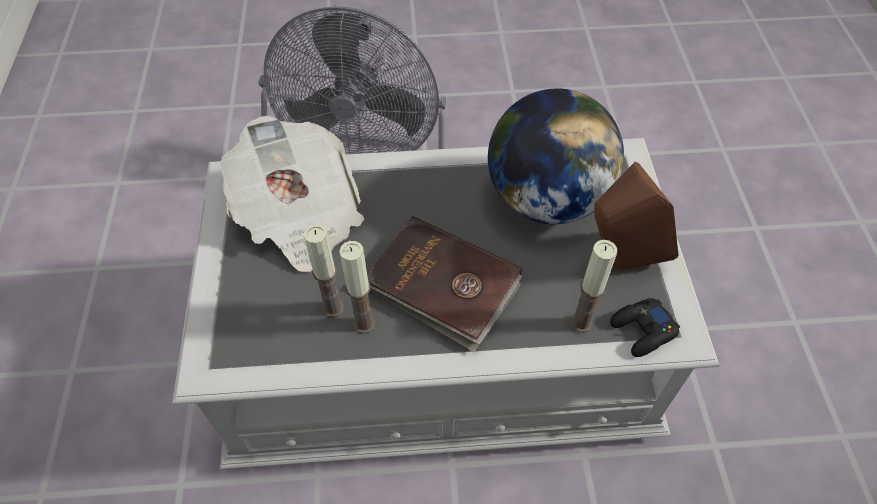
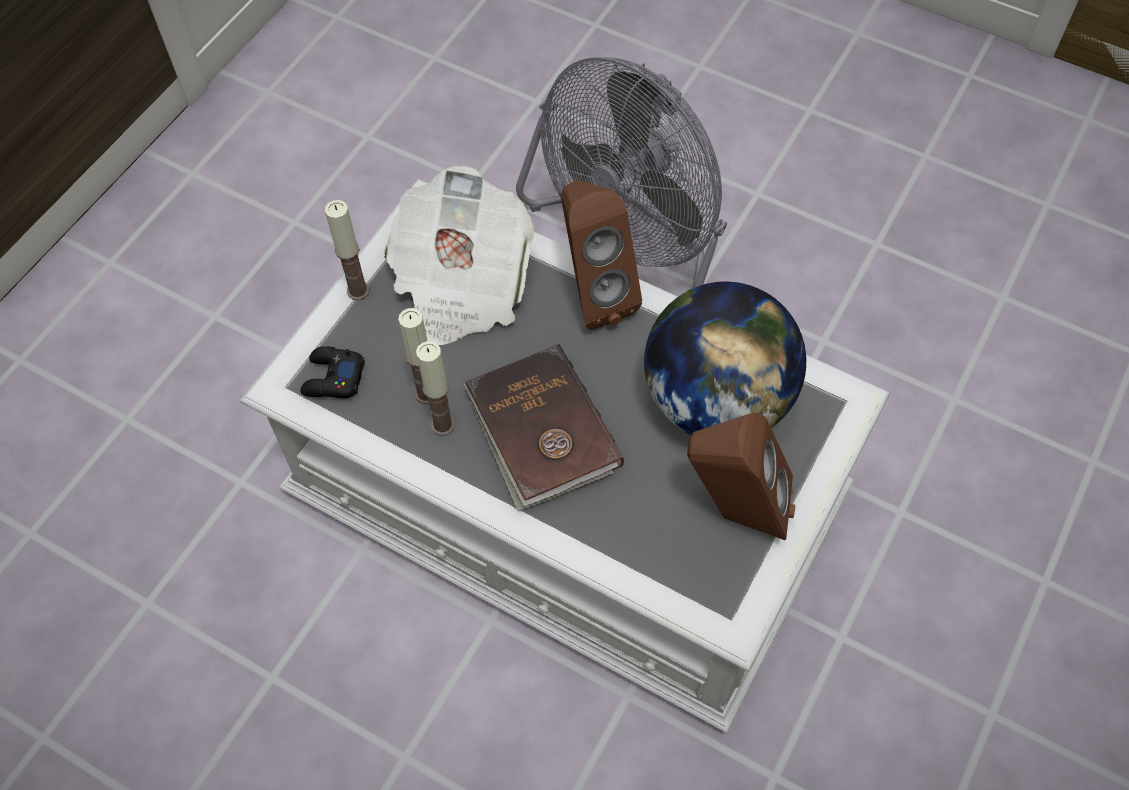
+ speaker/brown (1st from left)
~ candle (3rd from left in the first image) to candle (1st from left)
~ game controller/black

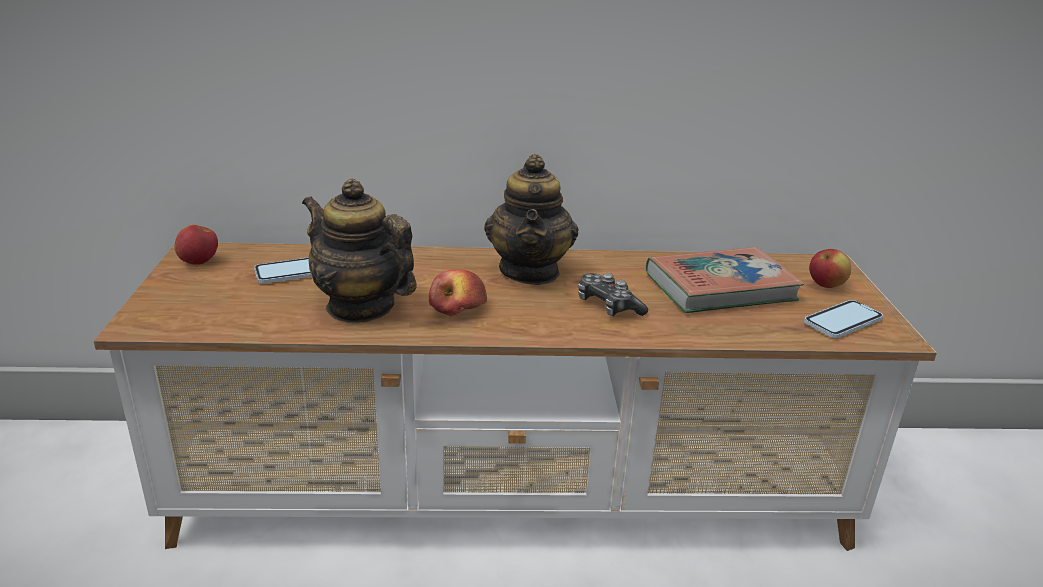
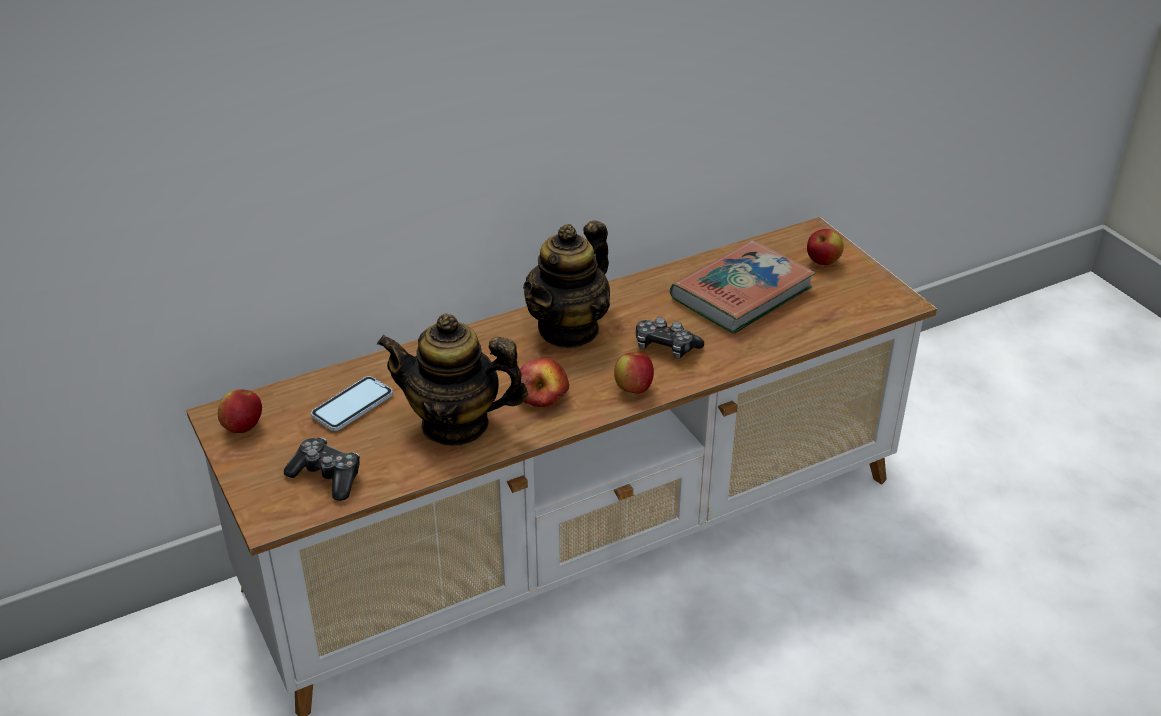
- phone (2nd from left)
+ game controller (1st from left)
+ apple (3rd from left)
~ teapot (2nd from left) 60 degrees clockwise

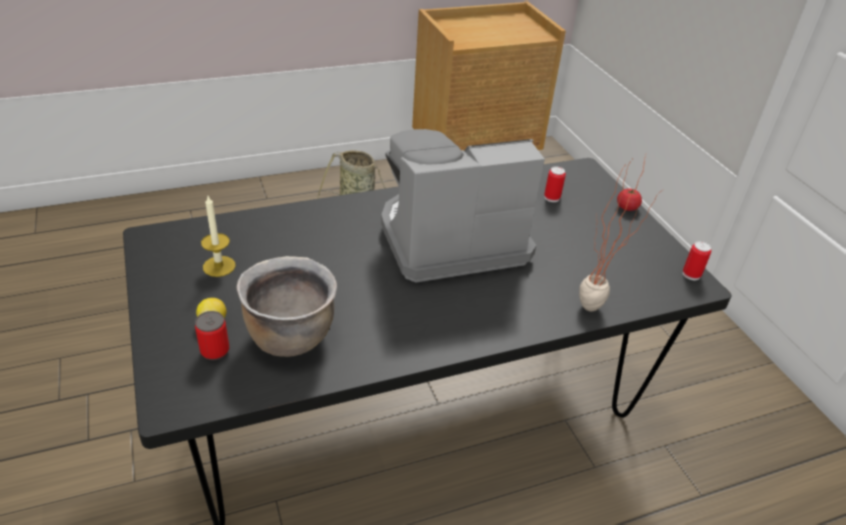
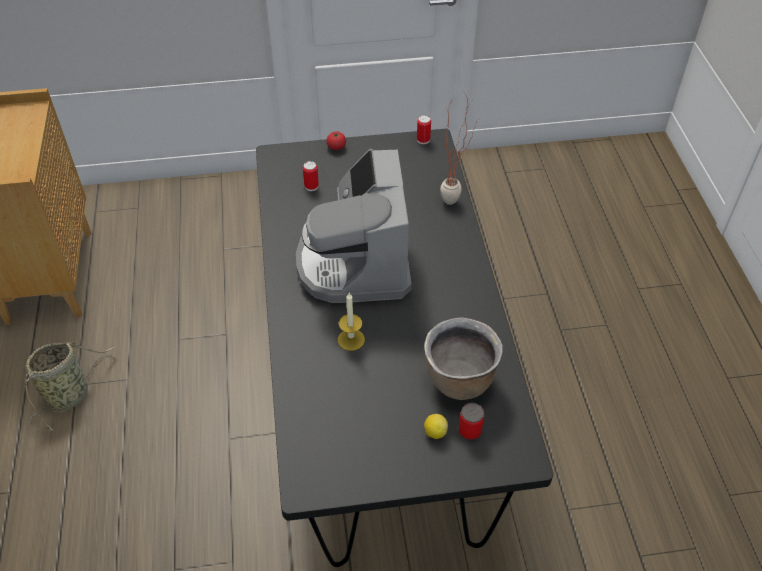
~ candle

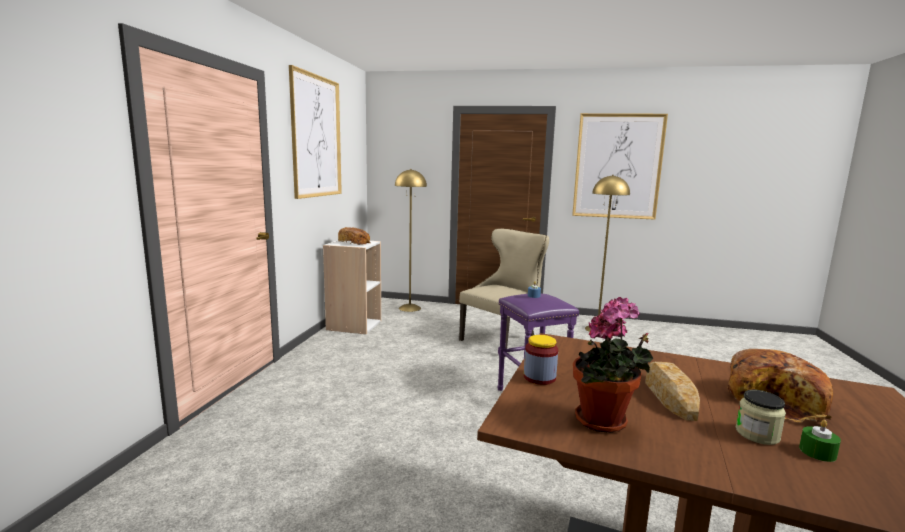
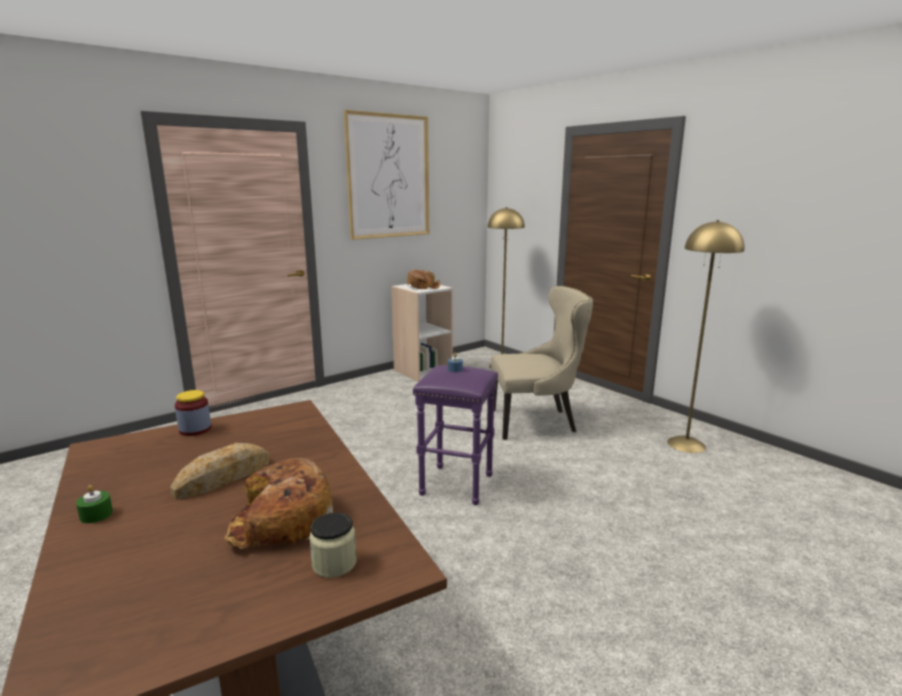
- picture (2nd from left)
- potted plant
~ jar (2nd from left)
~ candle/green

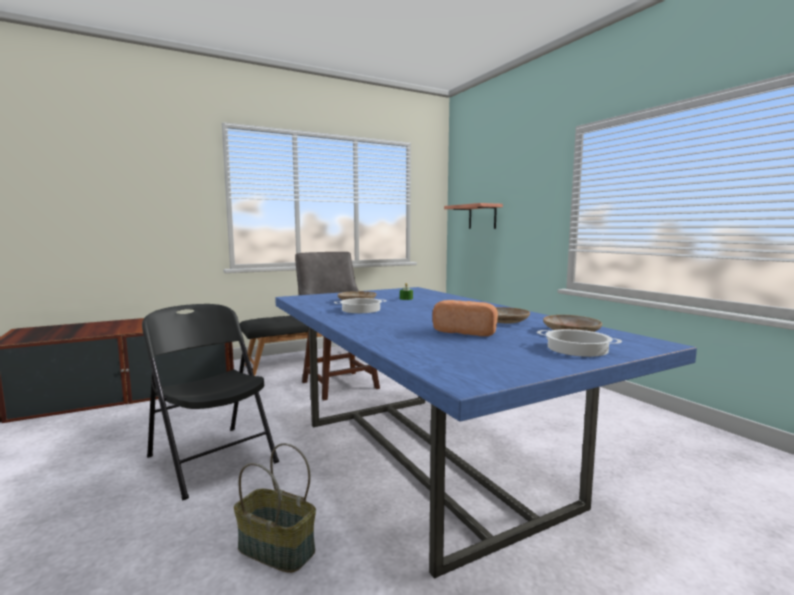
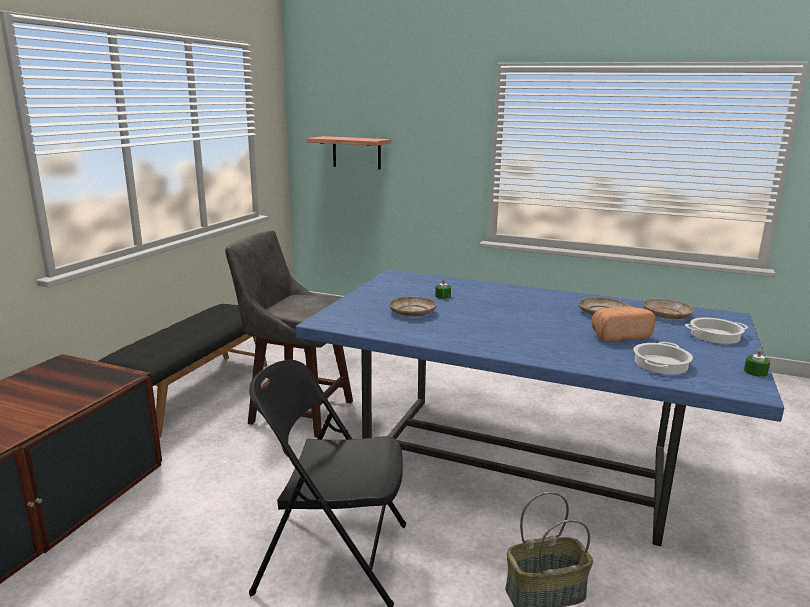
+ candle/green (2nd from left)
~ cooking pot (1st from left)

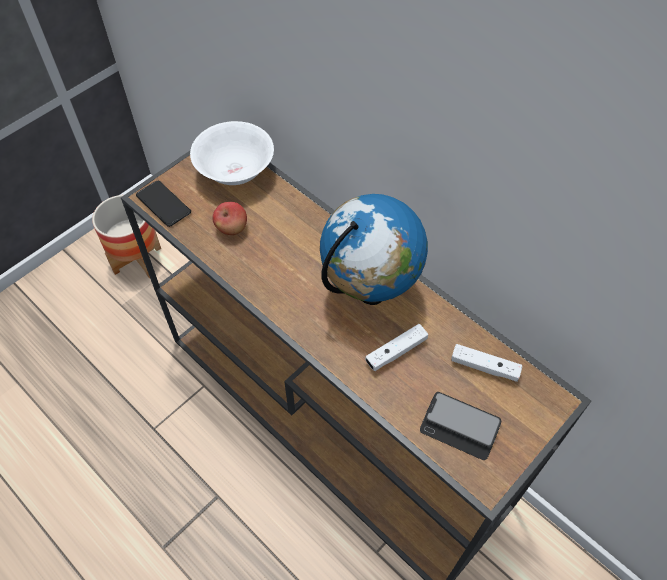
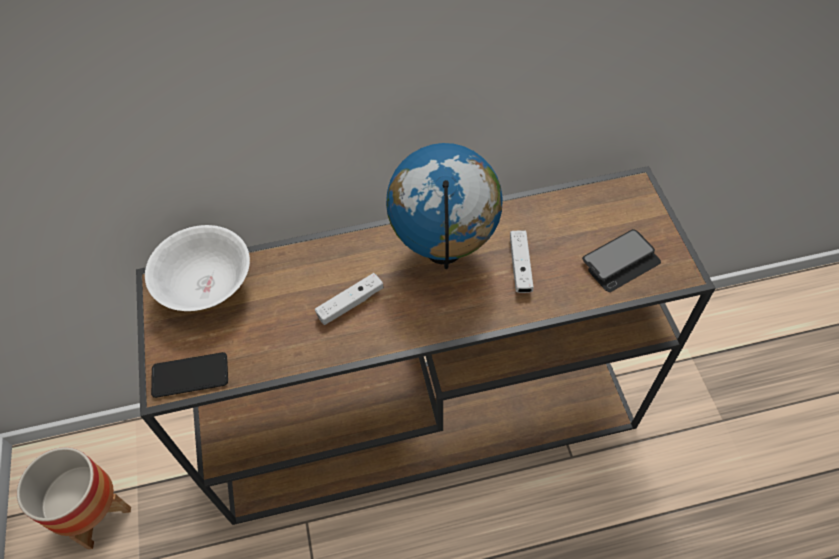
- apple
~ game controller/white (2nd from left in the first image) to game controller/white (1st from left)

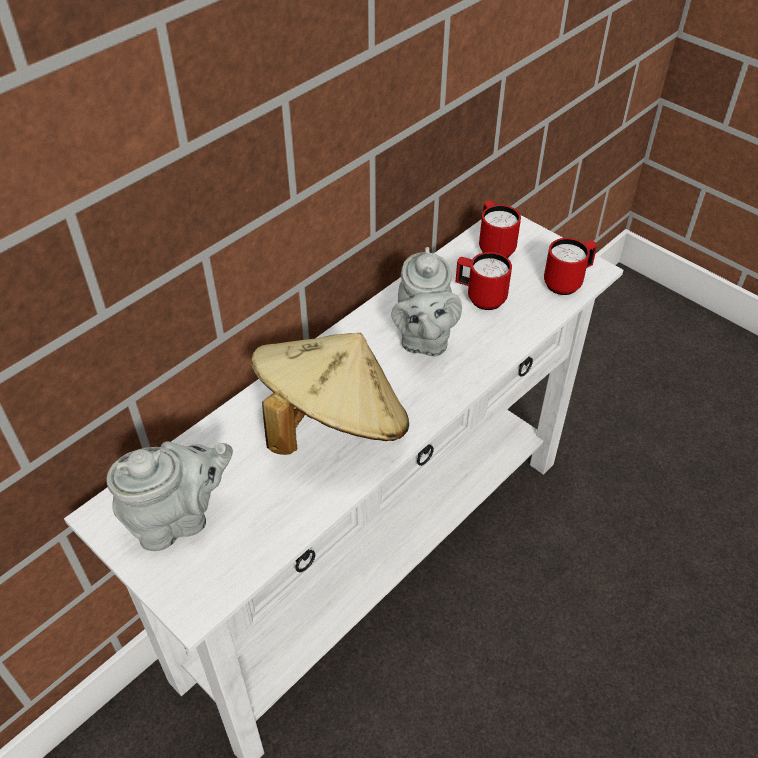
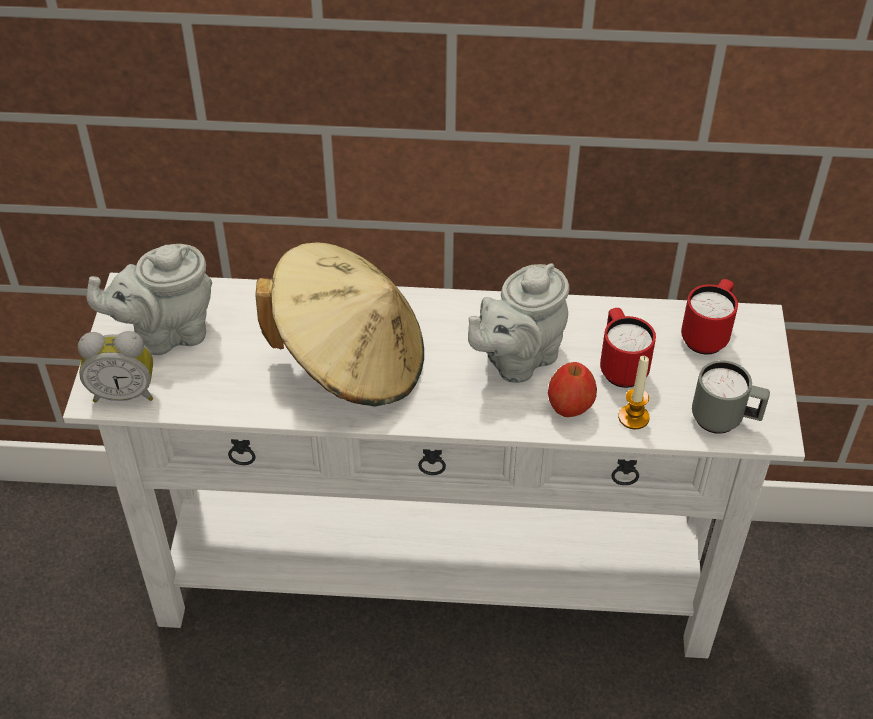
+ alarm clock
+ apple
+ candle
~ mug/red (3rd from left) to mug/grey
~ teapot/grey (1st from left) 135 degrees clockwise

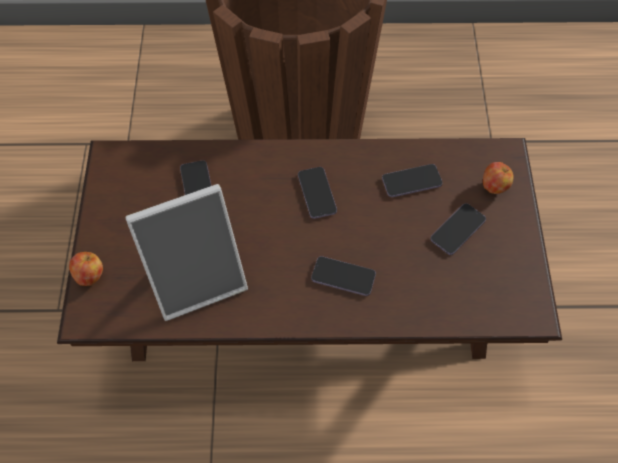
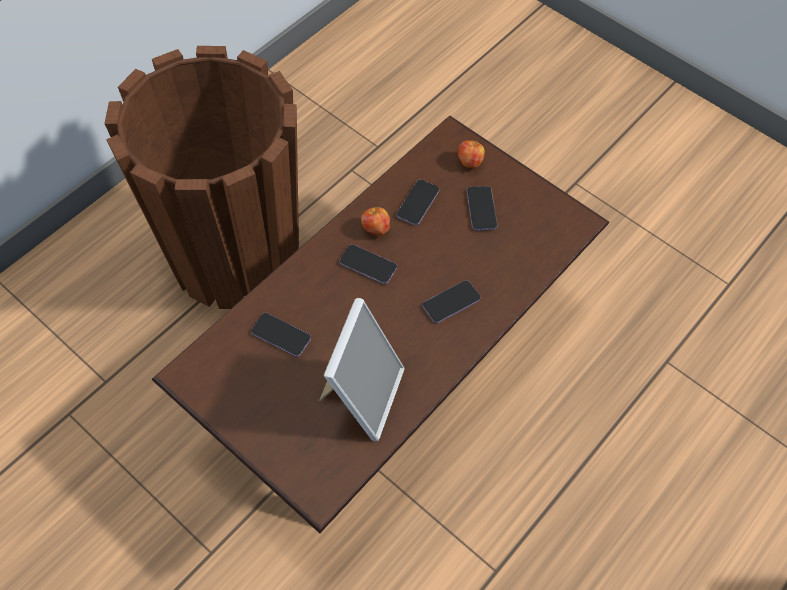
~ apple (1st from left)

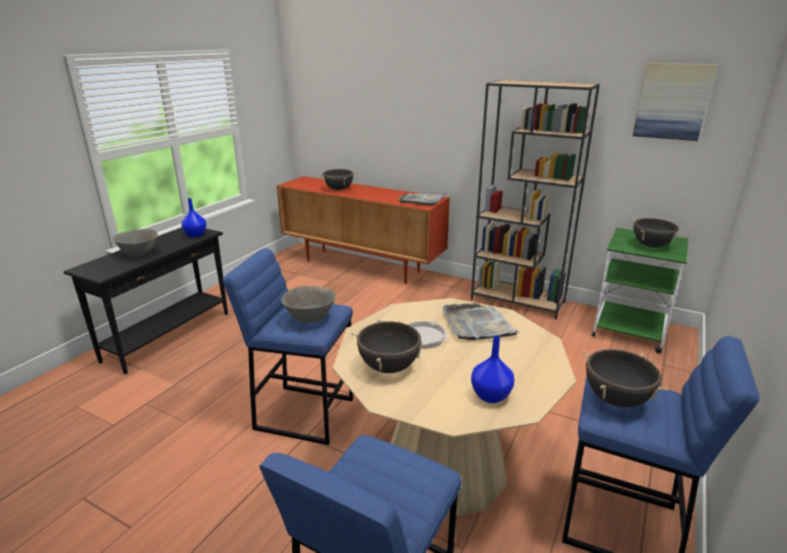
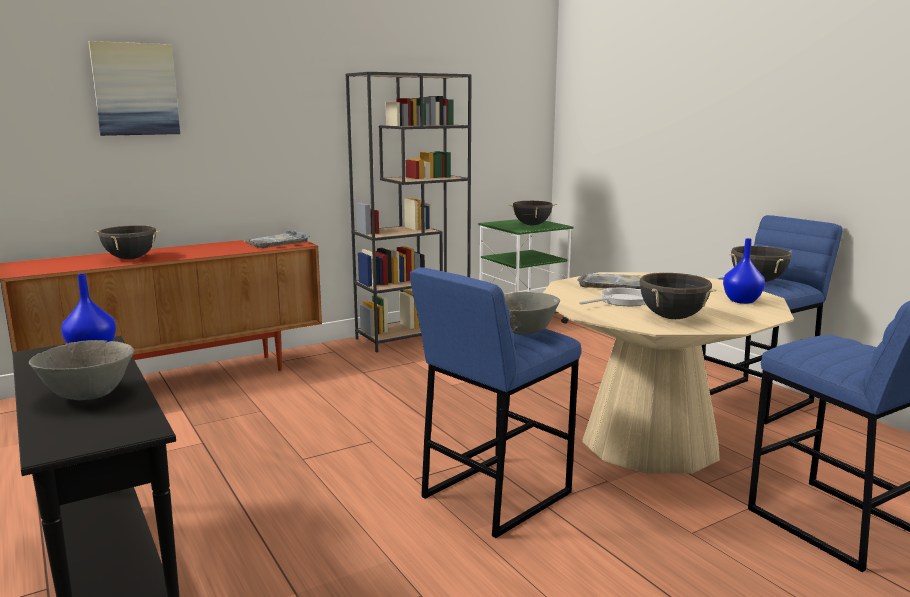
~ picture

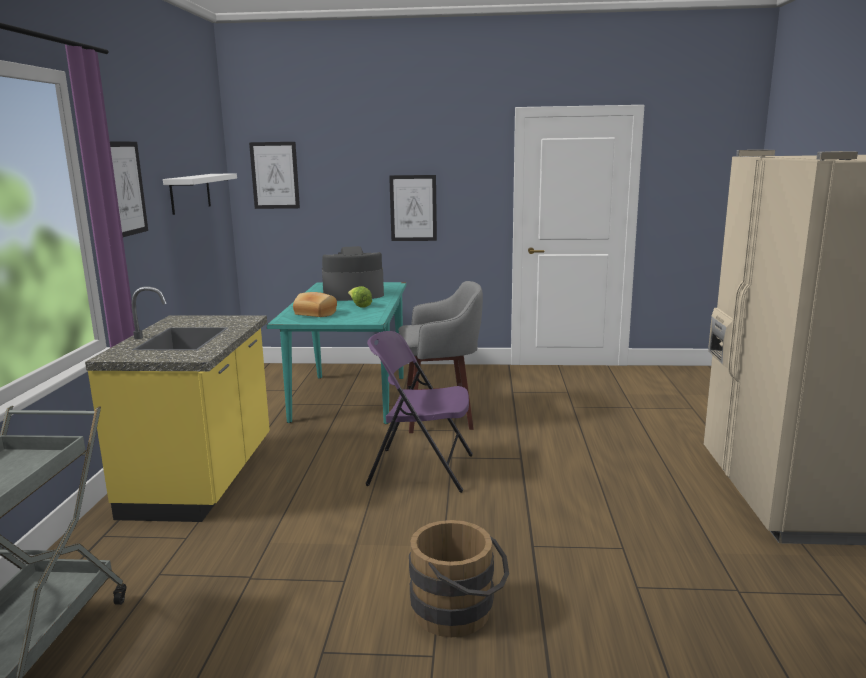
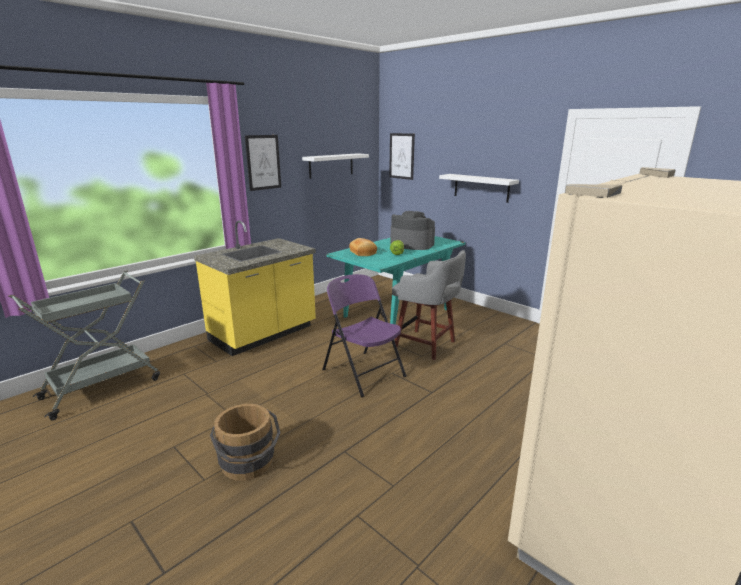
~ picture (3rd from left) to shelf/white (2nd from left)

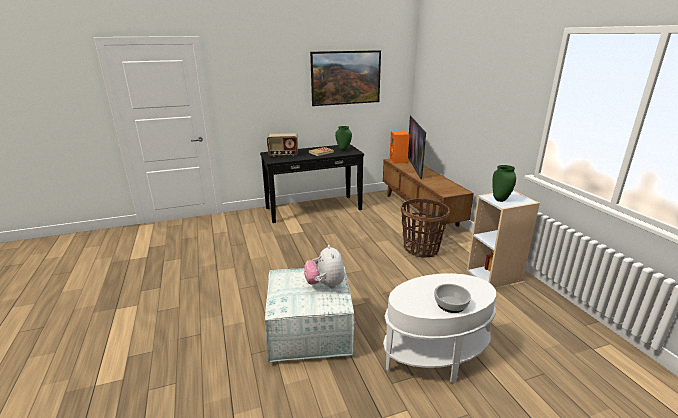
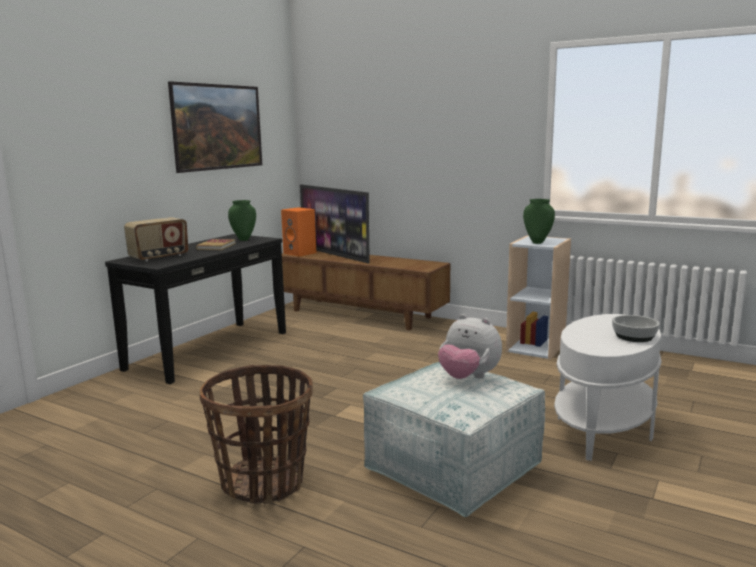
~ basket

